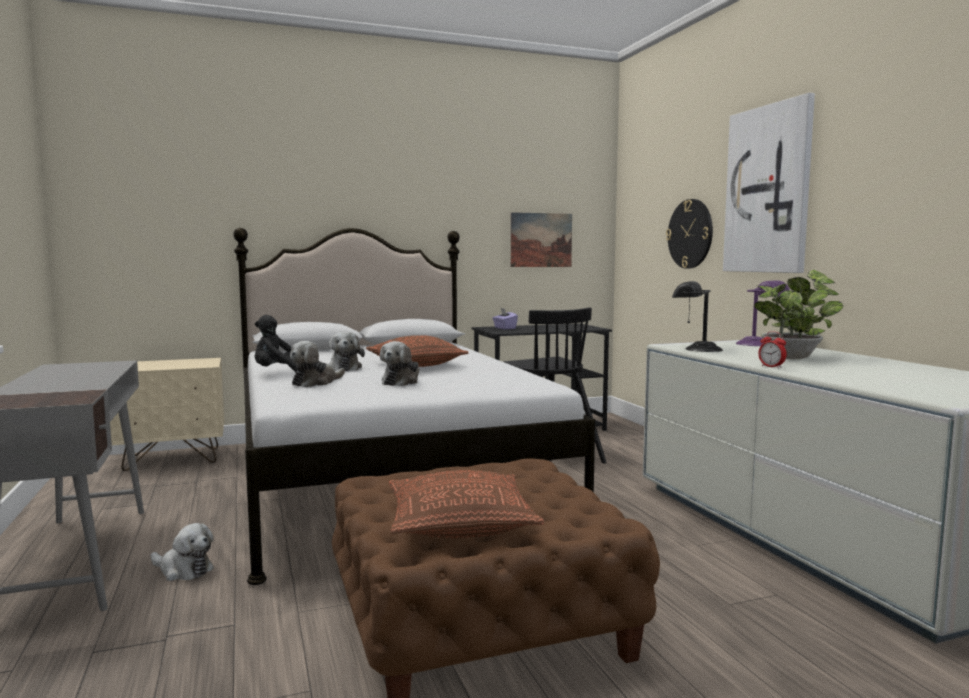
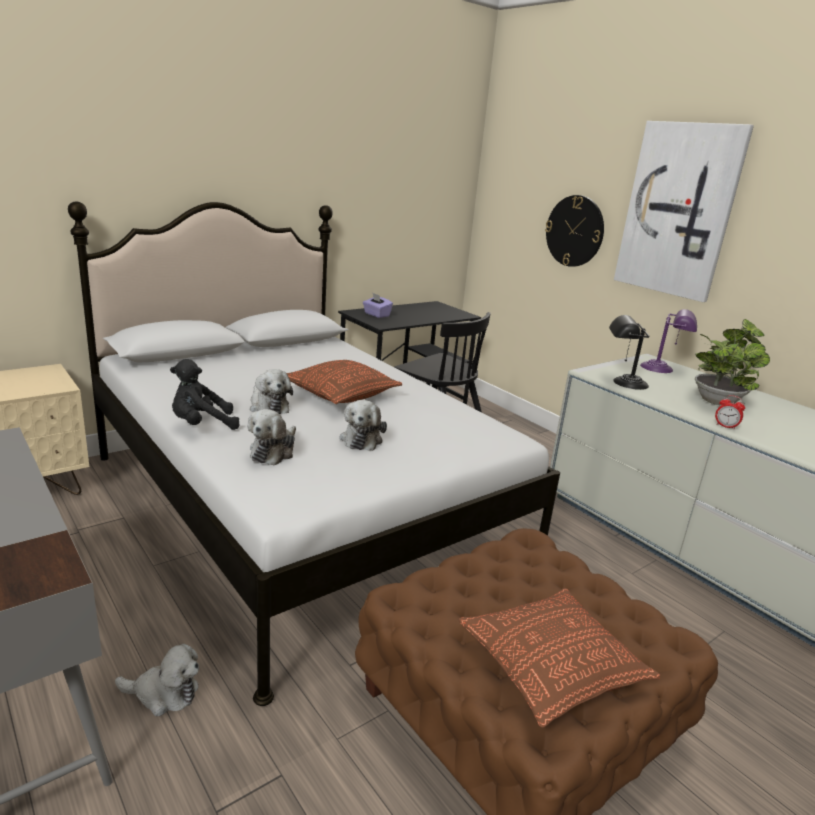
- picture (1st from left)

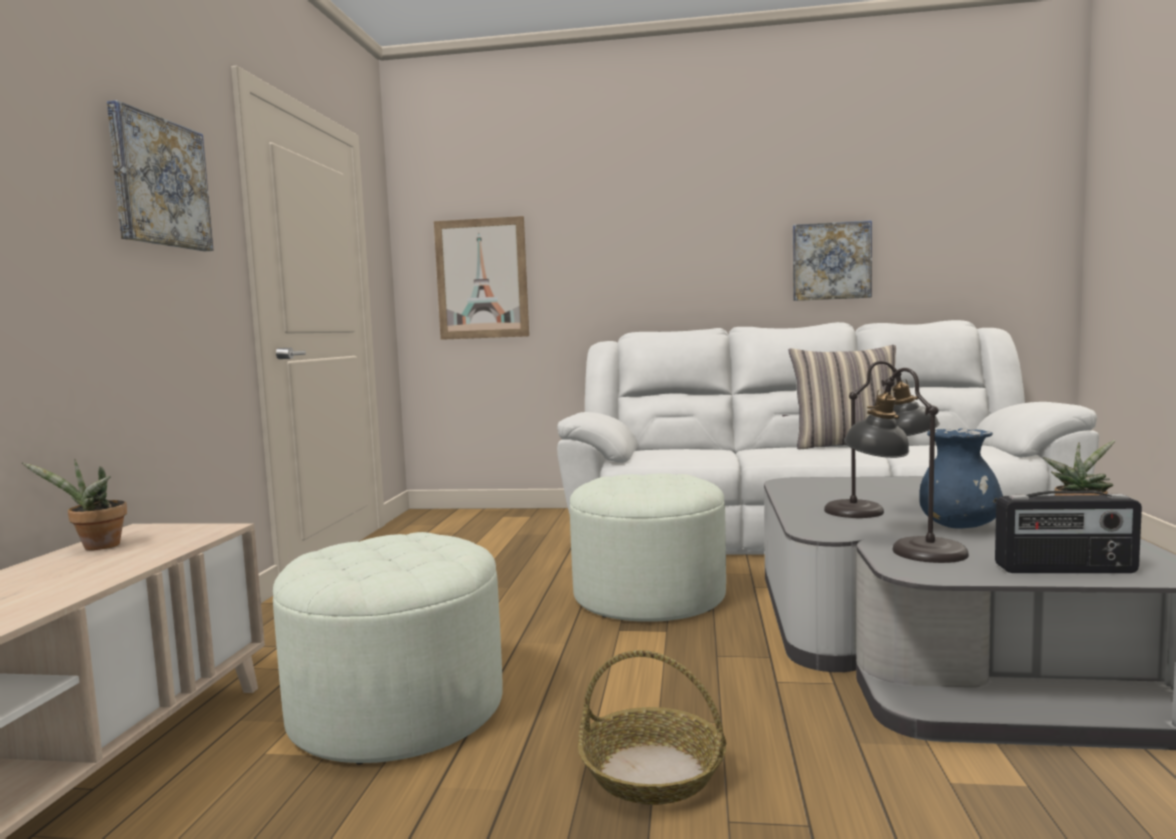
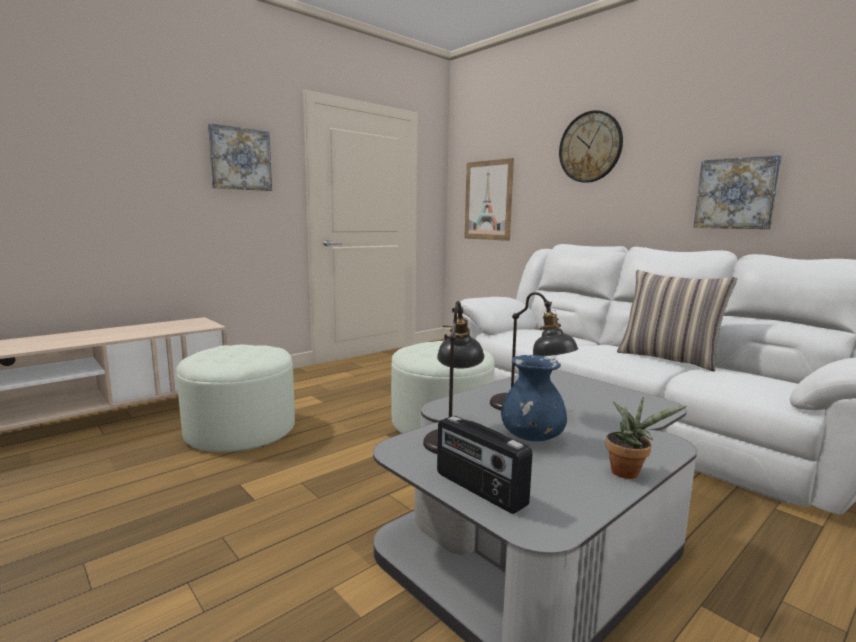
- potted plant (1st from left)
- basket
+ wall clock

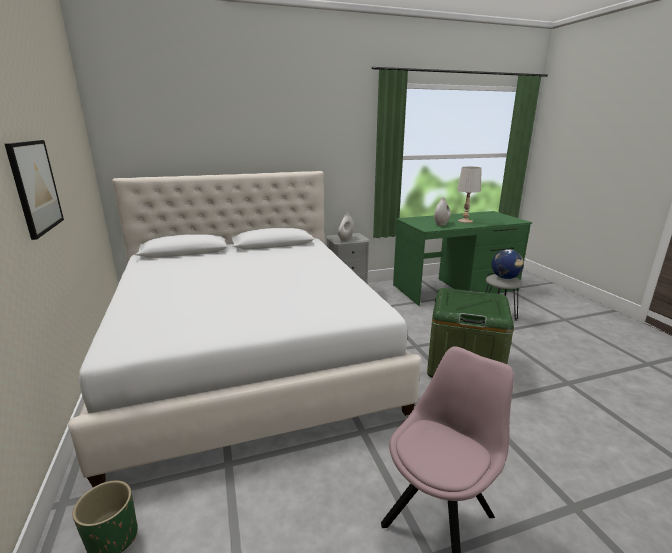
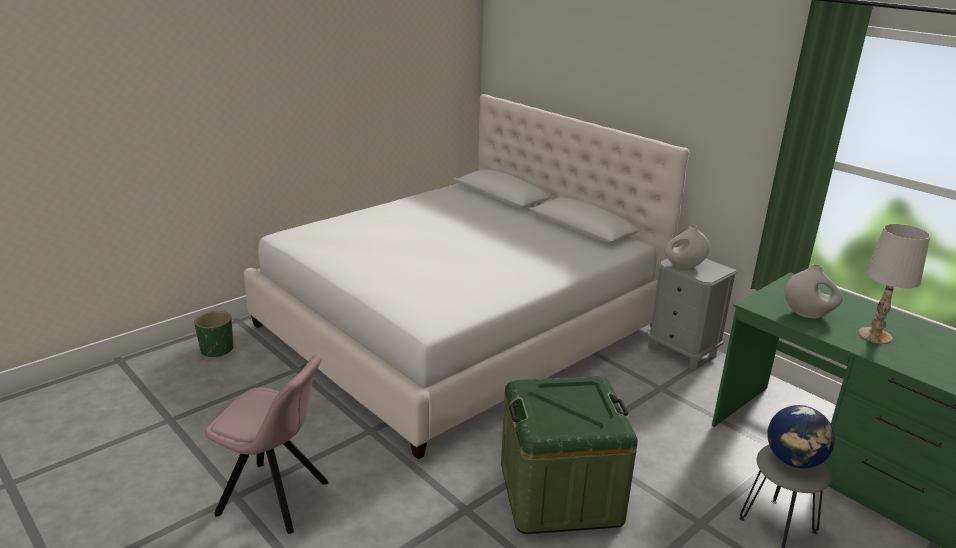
- picture

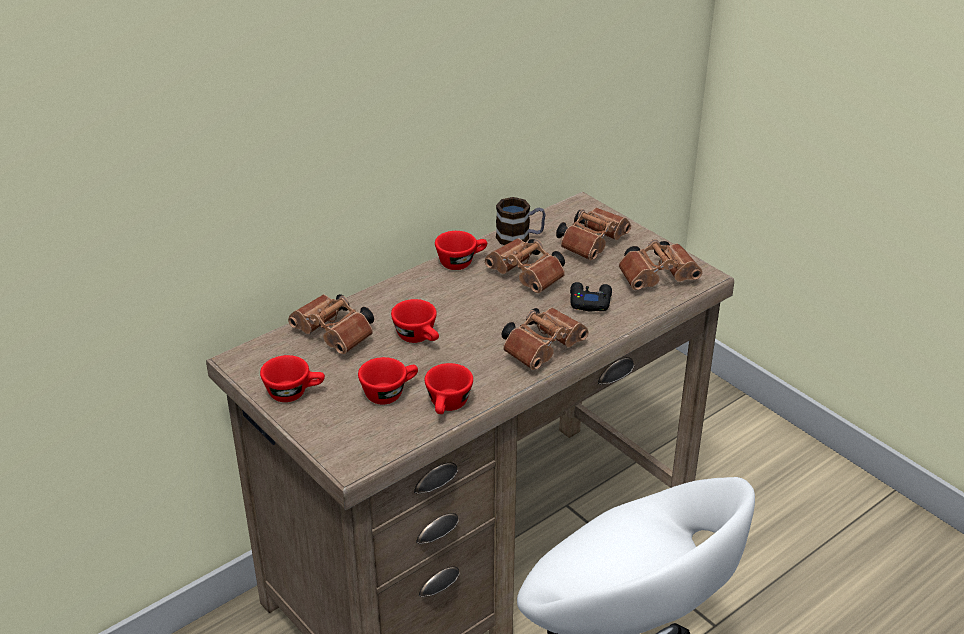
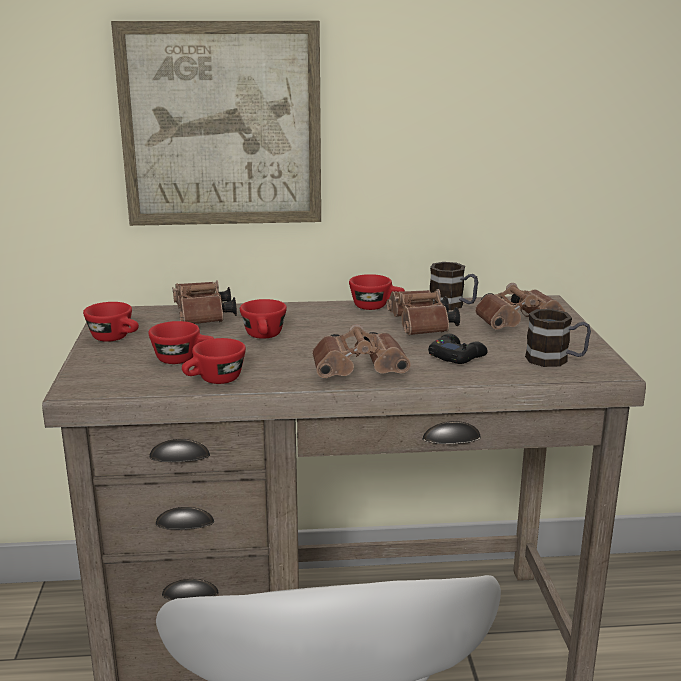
+ picture
~ binoculars/brown (5th from left) to mug (2nd from left)

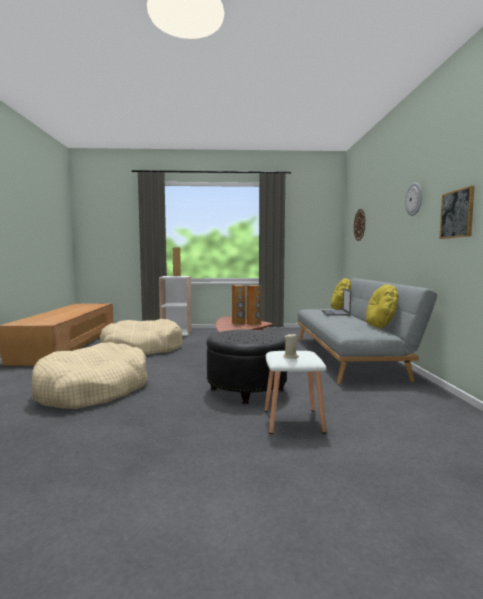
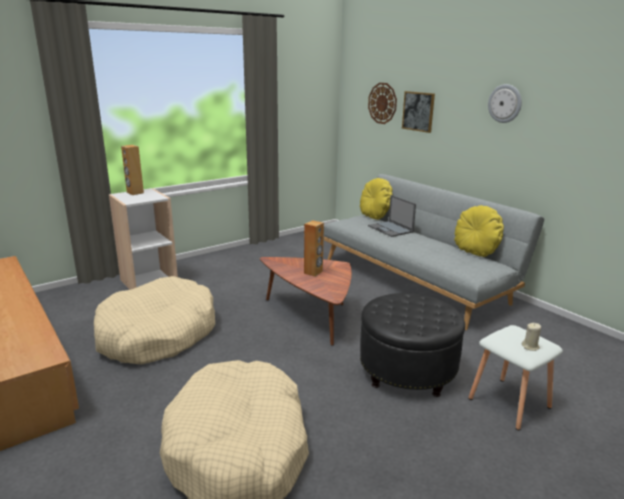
- speaker/brown (3rd from left)
~ picture

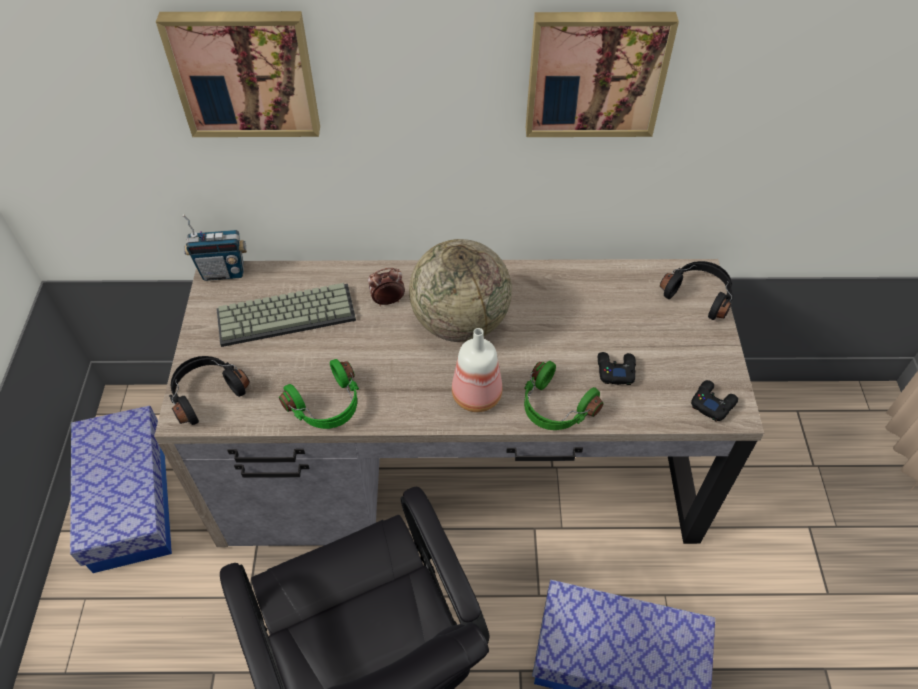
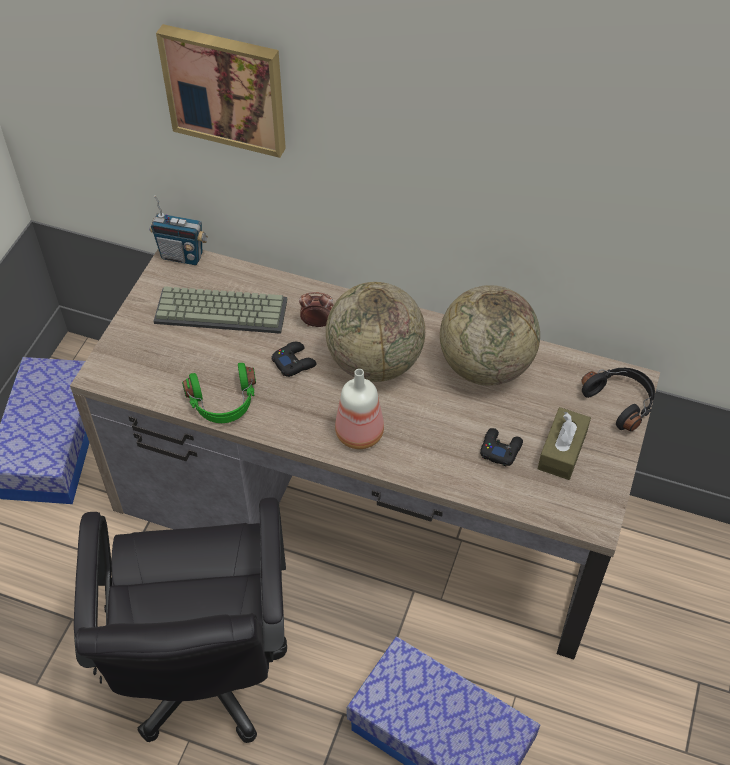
- headphones/black (1st from left)
- headphones/green (2nd from left)
- picture (2nd from left)
+ globe (2nd from left)
+ tissue box/brown
~ game controller/black (2nd from left in the first image) to game controller/black (1st from left)

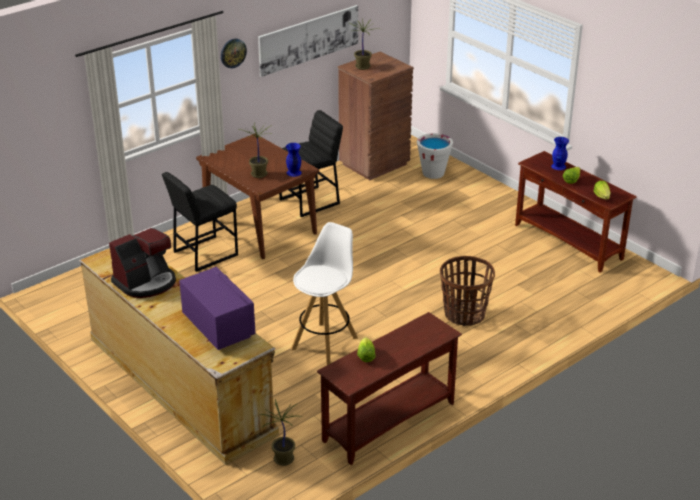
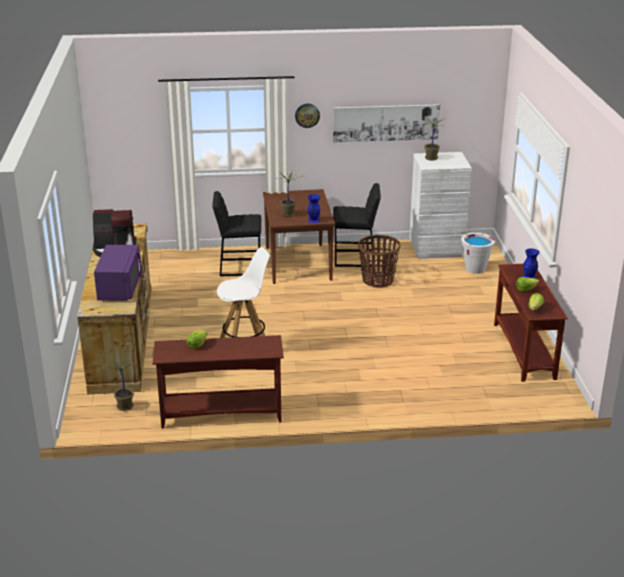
~ basket
~ dresser/brown to dresser/white

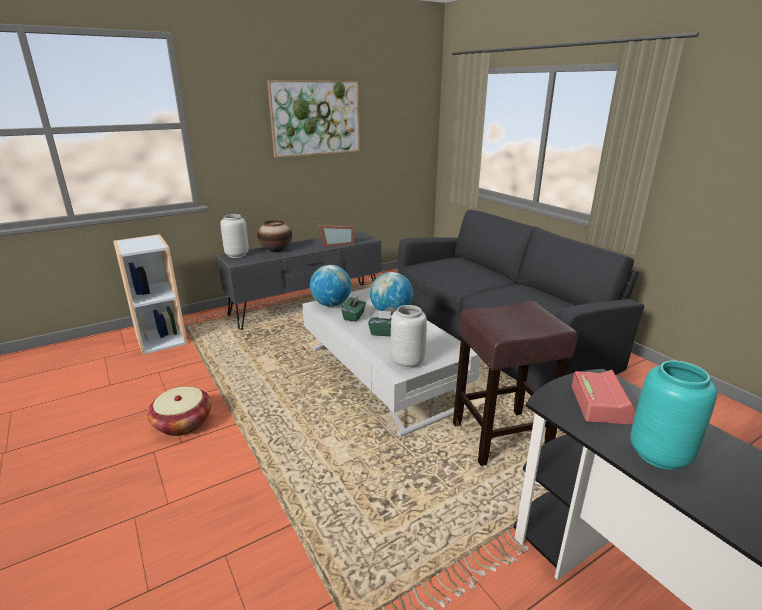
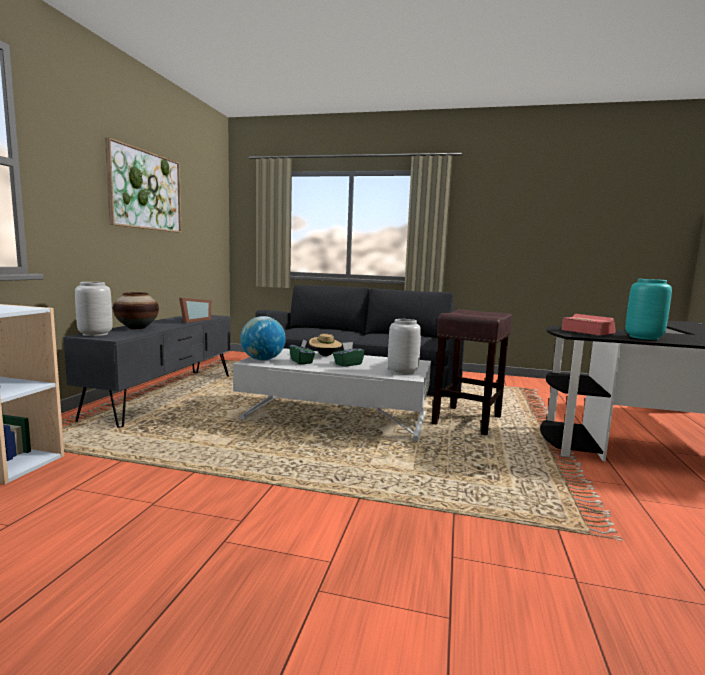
- basket
~ globe (2nd from left) to hat/beige

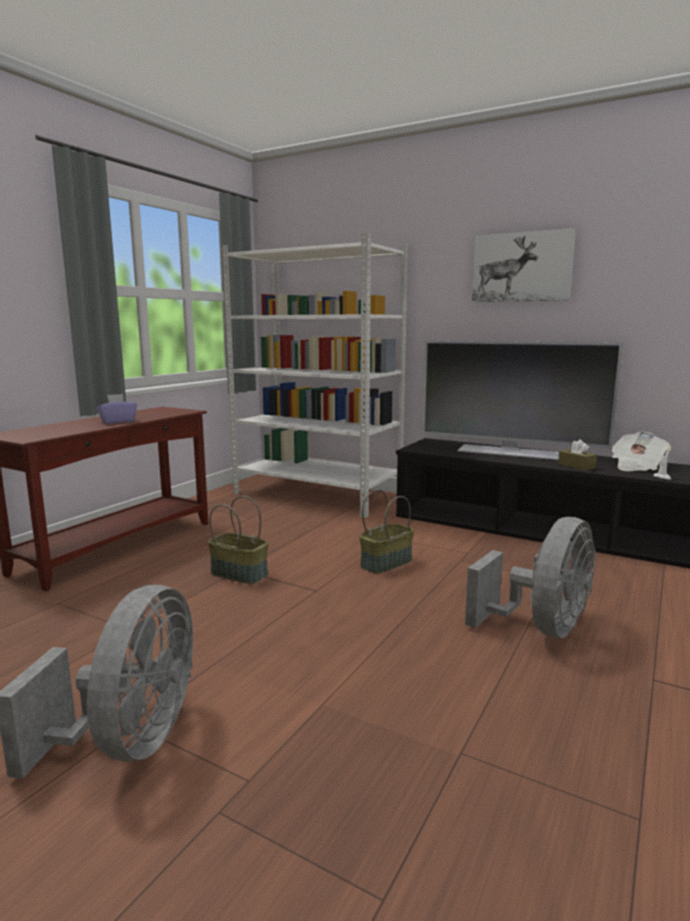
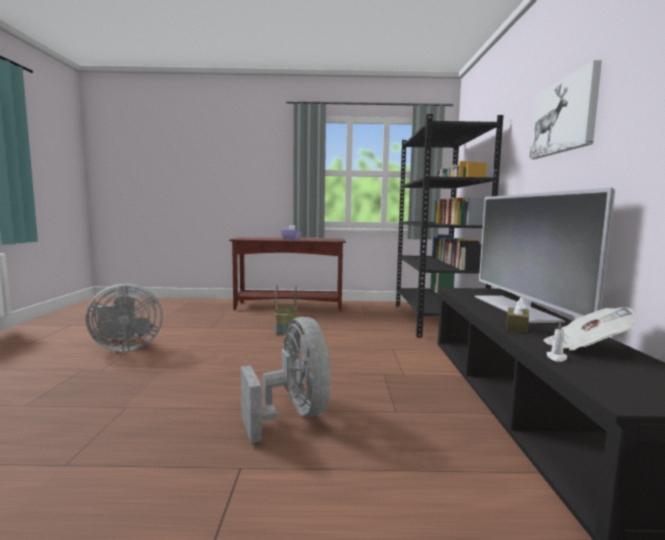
- basket (2nd from left)
~ bookcase/white to bookcase/black
~ fan/grey (2nd from left) 120 degrees counterclockwise

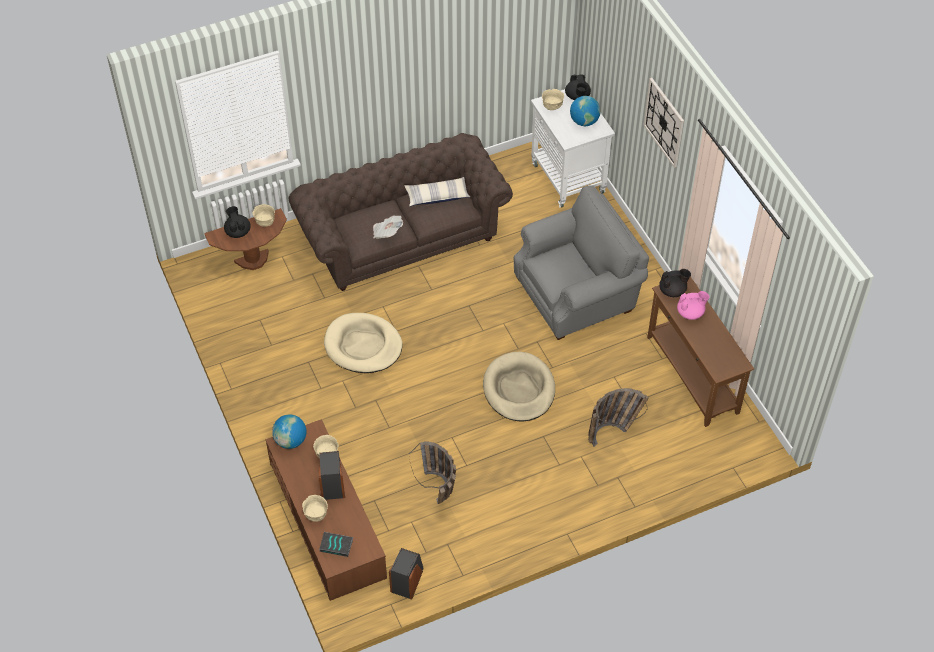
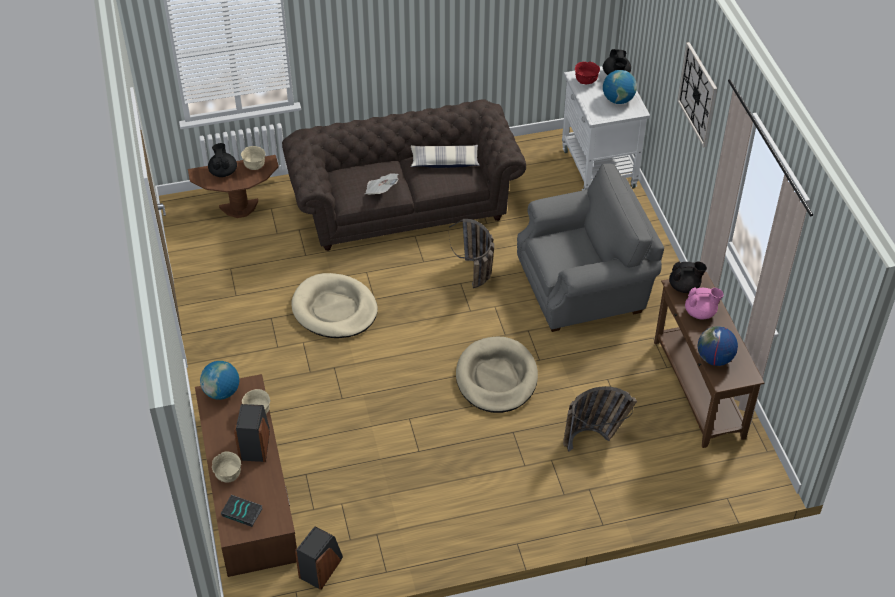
+ globe (3rd from left)
~ basket (1st from left)
~ bowl/beige (4th from left) to bowl/red

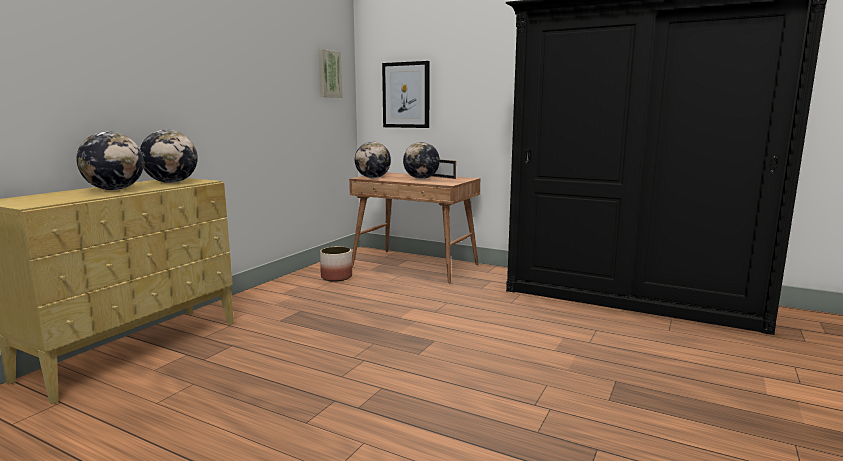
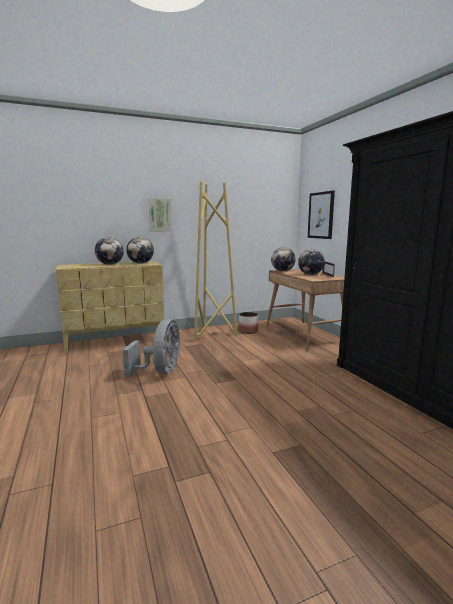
+ fan/grey
+ clothes rack/yellow
~ picture (1st from left)

